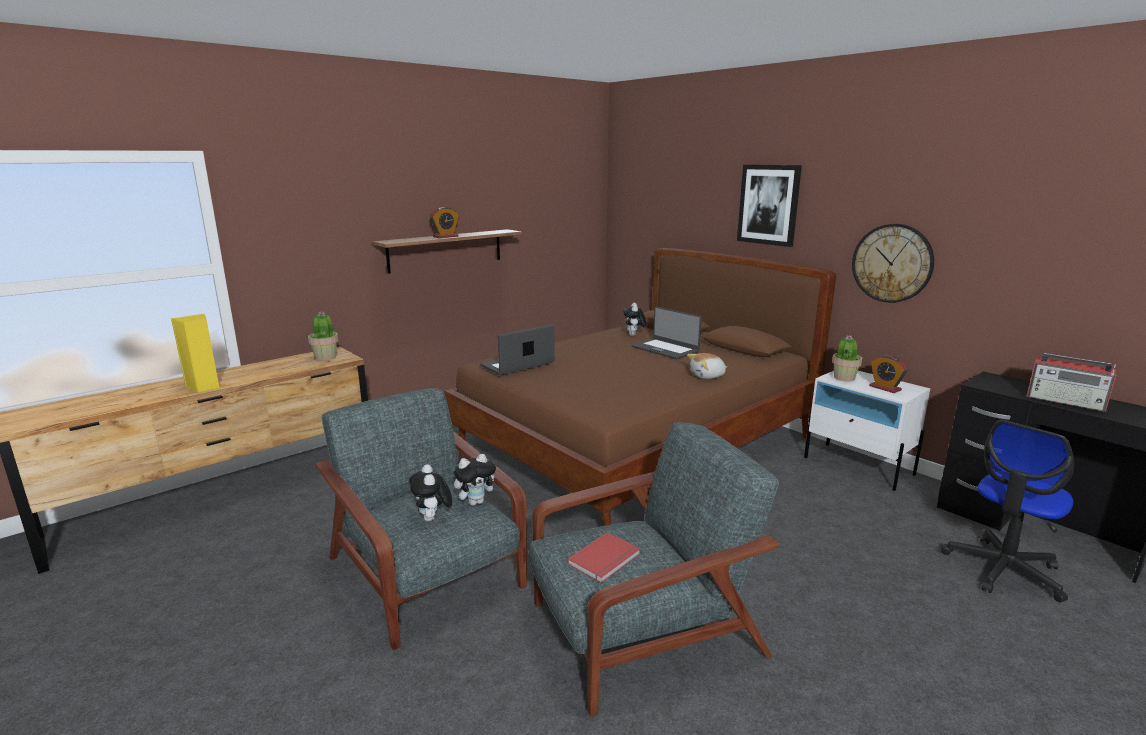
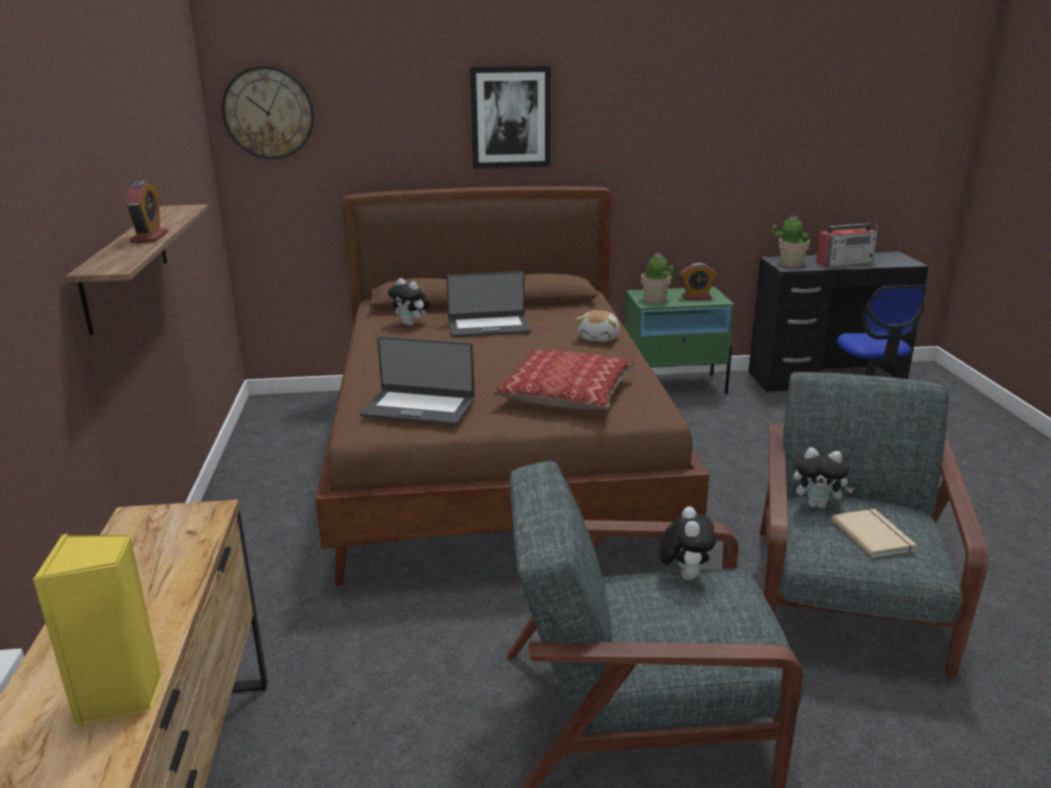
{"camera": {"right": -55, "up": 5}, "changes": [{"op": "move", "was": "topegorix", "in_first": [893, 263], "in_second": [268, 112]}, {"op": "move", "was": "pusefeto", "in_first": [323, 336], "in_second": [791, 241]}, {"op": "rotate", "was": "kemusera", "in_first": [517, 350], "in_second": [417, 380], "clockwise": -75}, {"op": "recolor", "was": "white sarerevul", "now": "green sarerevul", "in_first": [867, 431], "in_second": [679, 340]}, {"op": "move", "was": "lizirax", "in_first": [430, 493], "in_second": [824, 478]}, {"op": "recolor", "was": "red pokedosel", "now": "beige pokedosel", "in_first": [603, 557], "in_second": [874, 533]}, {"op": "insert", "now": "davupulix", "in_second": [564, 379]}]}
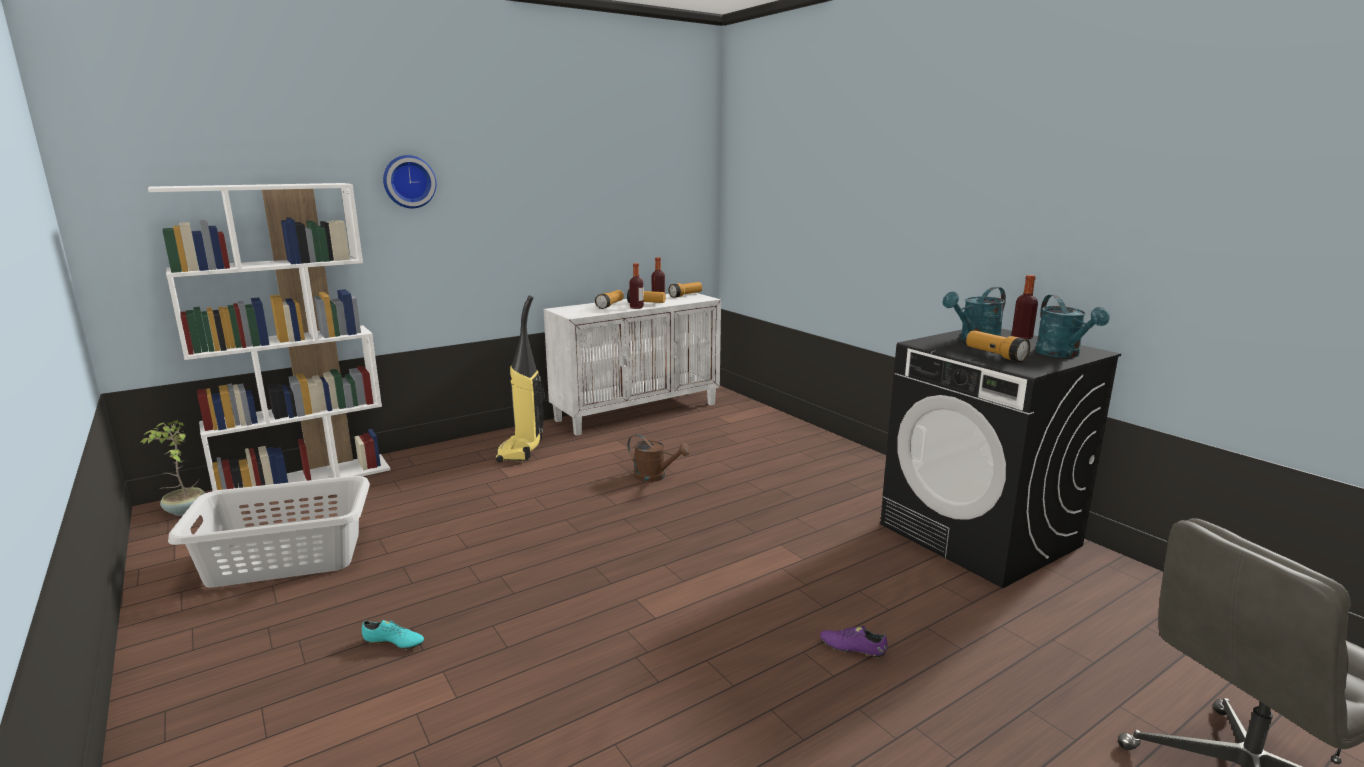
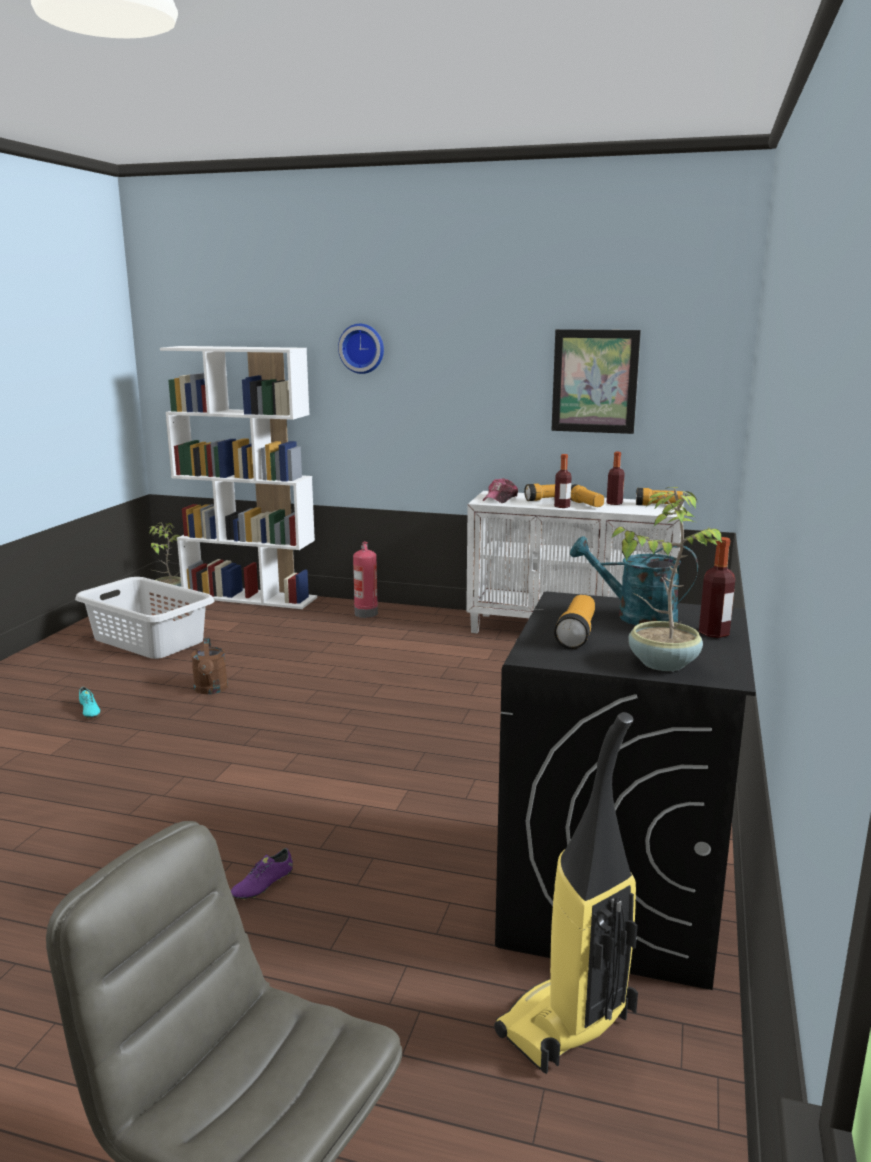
{"camera": {"right": 50, "up": 0}, "changes": [{"op": "move", "was": "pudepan", "in_first": [520, 379], "in_second": [566, 893]}, {"op": "replace", "was": "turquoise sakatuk", "now": "pusefeto", "in_first": [1072, 326], "in_second": [667, 579]}, {"op": "move", "was": "brown sakatuk", "in_first": [658, 458], "in_second": [209, 665]}, {"op": "rotate", "was": "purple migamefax", "in_first": [854, 642], "in_second": [262, 874], "clockwise": -120}, {"op": "insert", "now": "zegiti", "in_second": [596, 381]}, {"op": "insert", "now": "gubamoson", "in_second": [500, 490]}, {"op": "insert", "now": "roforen", "in_second": [365, 580]}]}
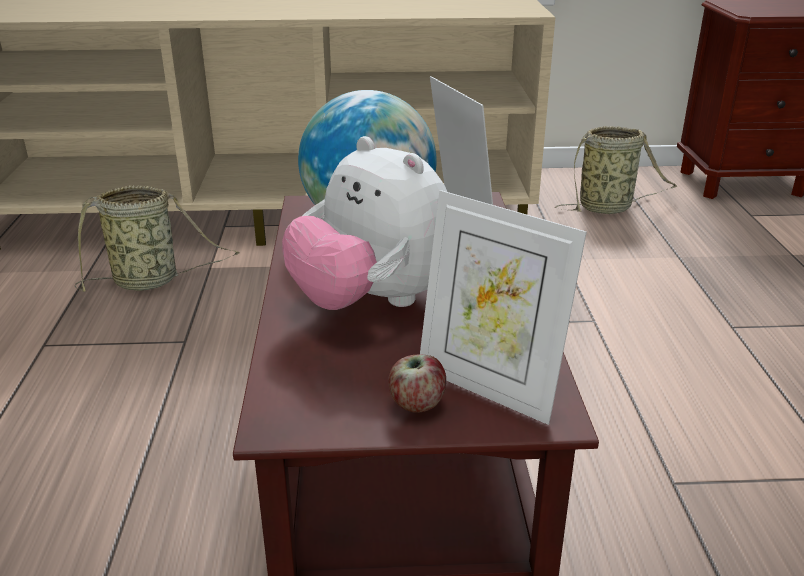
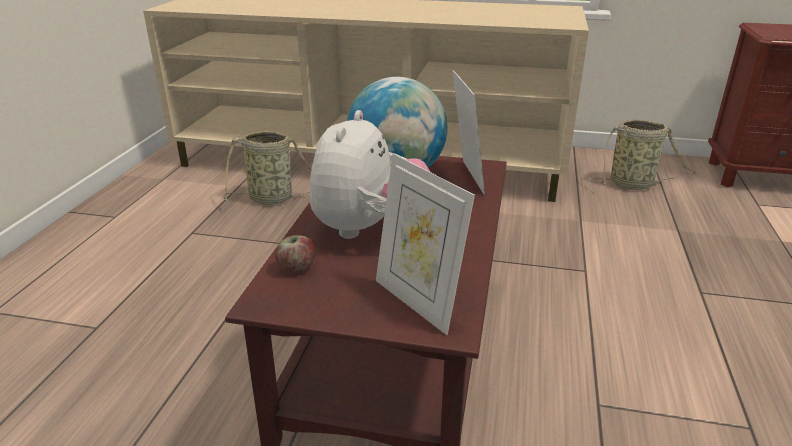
{"camera": {"right": 15, "up": 0}, "changes": [{"op": "rotate", "was": "lizirax", "in_first": [364, 223], "in_second": [369, 174], "clockwise": -135}, {"op": "move", "was": "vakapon", "in_first": [417, 384], "in_second": [295, 254]}]}
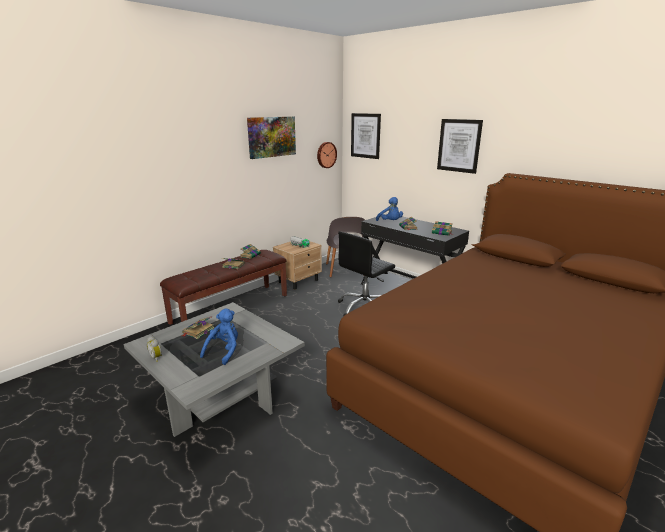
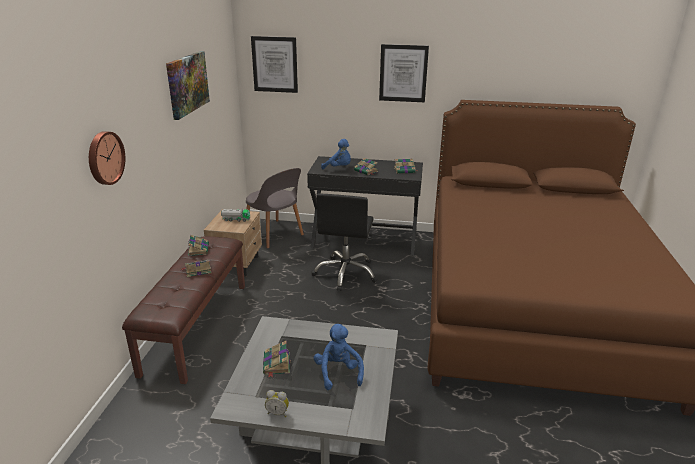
{"camera": {"right": -35, "up": 5}, "changes": [{"op": "move", "was": "topegorix", "in_first": [327, 155], "in_second": [107, 158]}]}
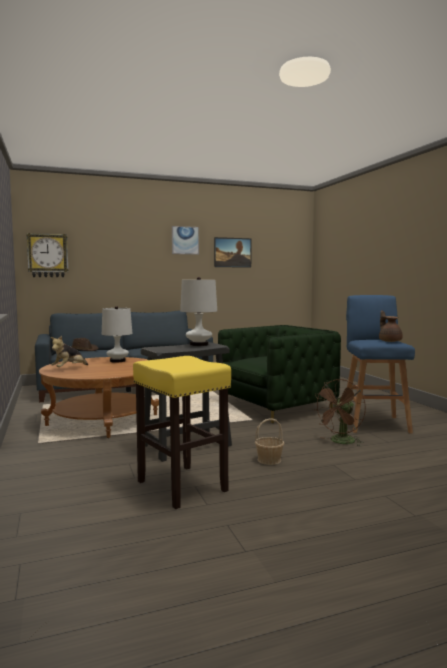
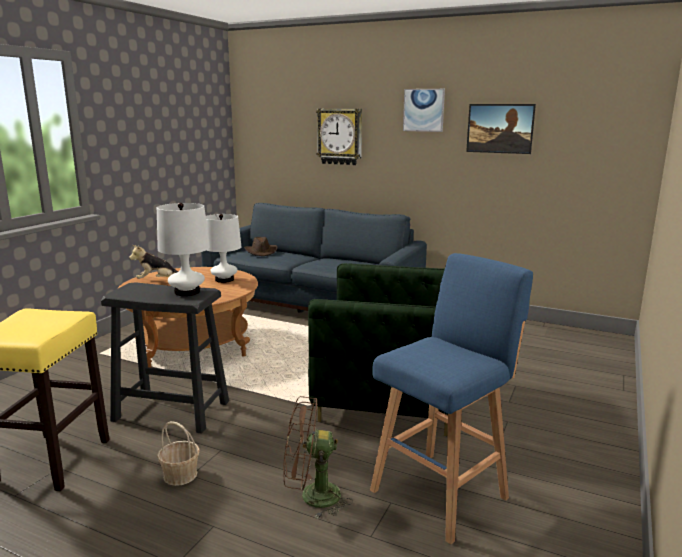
{"camera": {"right": 45, "up": 10}, "changes": [{"op": "move", "was": "topegorix", "in_first": [47, 255], "in_second": [339, 137]}, {"op": "delete", "was": "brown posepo", "in_first": [391, 326]}]}
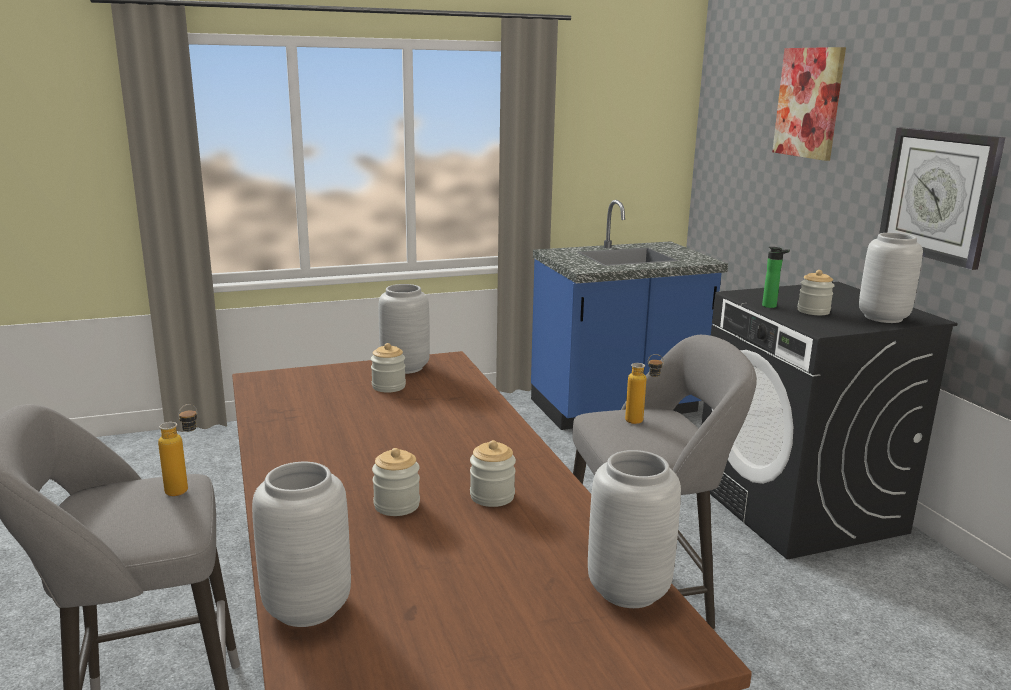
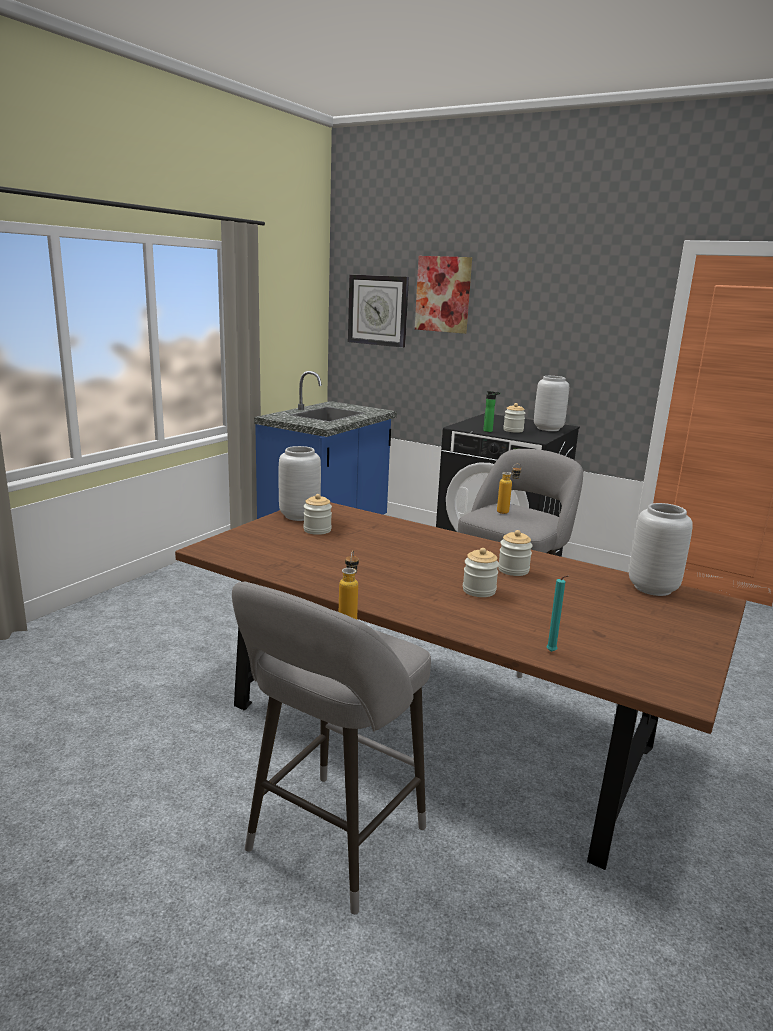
{"camera": {"right": -40, "up": 0}, "changes": [{"op": "move", "was": "topegorix", "in_first": [942, 199], "in_second": [378, 311]}, {"op": "replace", "was": "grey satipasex", "now": "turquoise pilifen", "in_first": [301, 544], "in_second": [558, 613]}]}
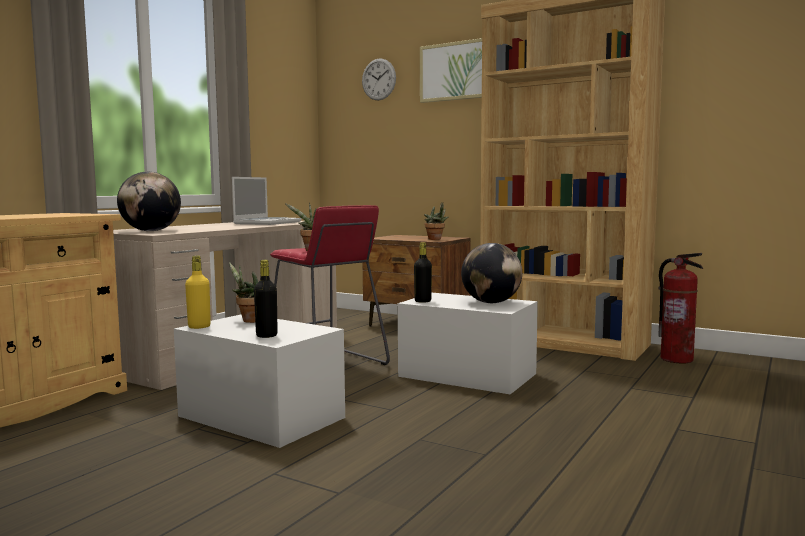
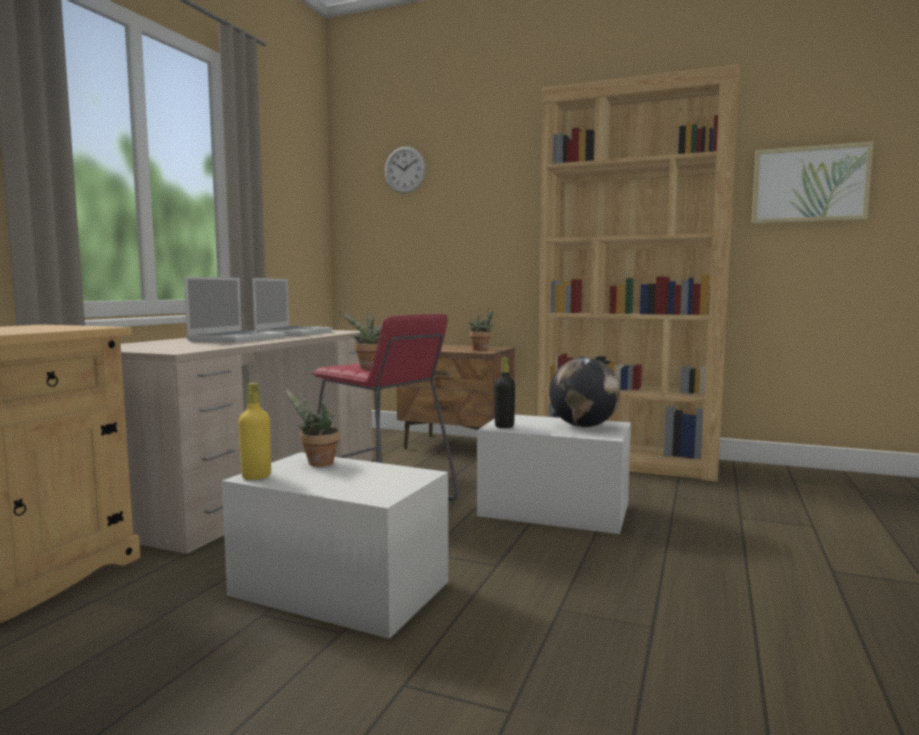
{"camera": {"right": -10, "up": 0}, "changes": [{"op": "move", "was": "zegiti", "in_first": [451, 70], "in_second": [812, 183]}, {"op": "delete", "was": "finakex", "in_first": [149, 201]}, {"op": "delete", "was": "roforen", "in_first": [680, 308]}, {"op": "delete", "was": "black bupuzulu", "in_first": [266, 299]}, {"op": "insert", "now": "kemusera", "in_second": [234, 309]}]}
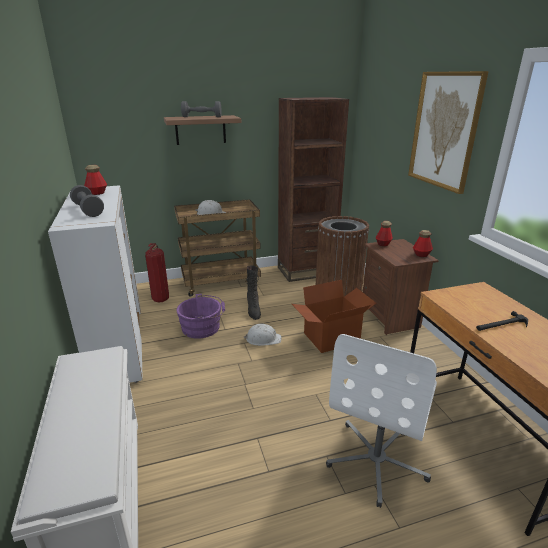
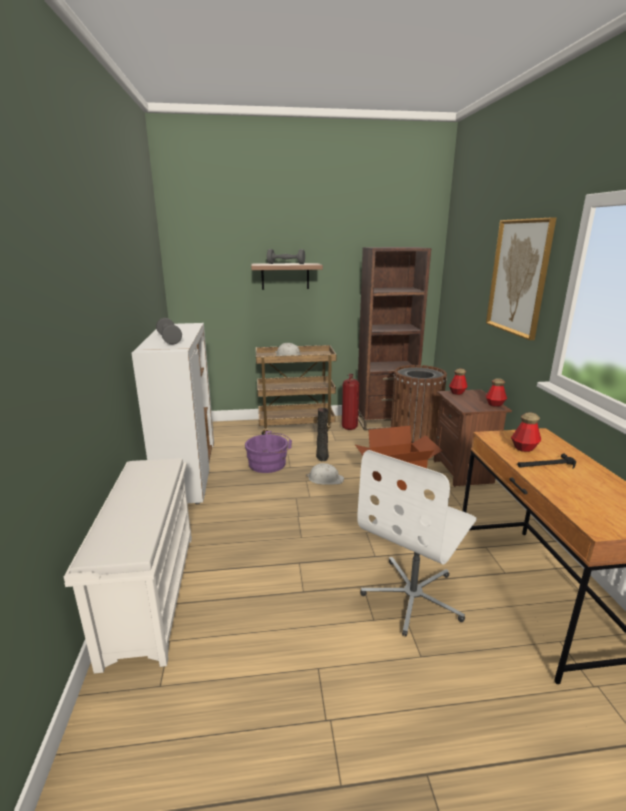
{"camera": {"right": 10, "up": -5}, "changes": [{"op": "move", "was": "bupuzulu", "in_first": [95, 180], "in_second": [526, 432]}, {"op": "move", "was": "roforen", "in_first": [157, 272], "in_second": [350, 402]}]}
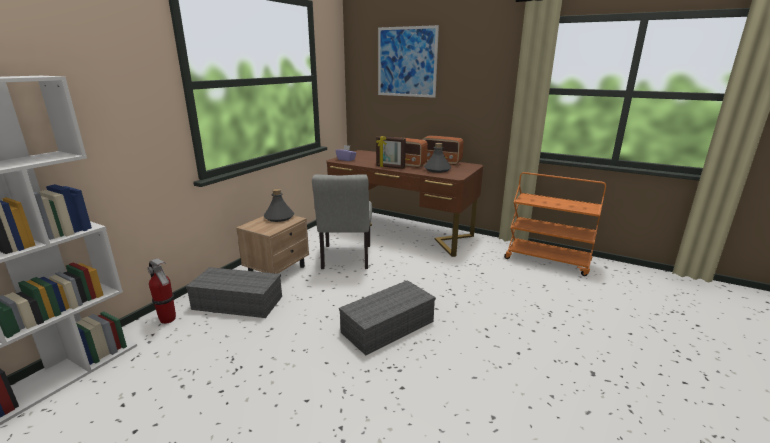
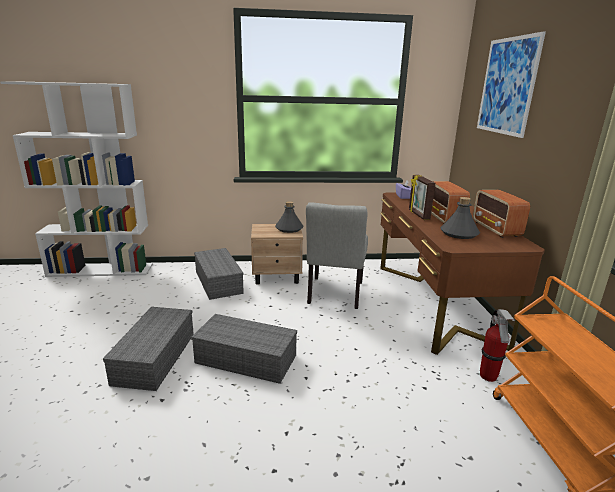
{"camera": {"right": 55, "up": 0}, "changes": [{"op": "rotate", "was": "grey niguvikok", "in_first": [342, 221], "in_second": [337, 255], "clockwise": -45}, {"op": "move", "was": "roforen", "in_first": [162, 291], "in_second": [497, 345]}, {"op": "insert", "now": "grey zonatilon", "in_second": [148, 349]}]}
